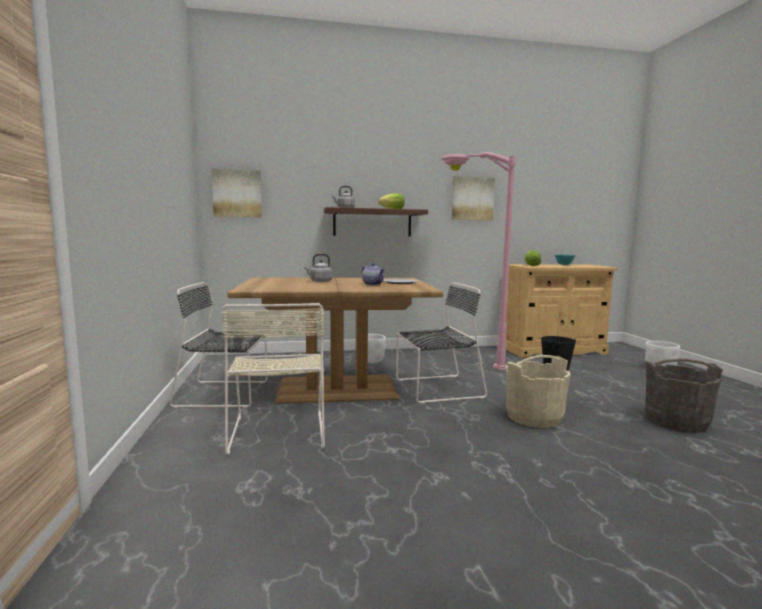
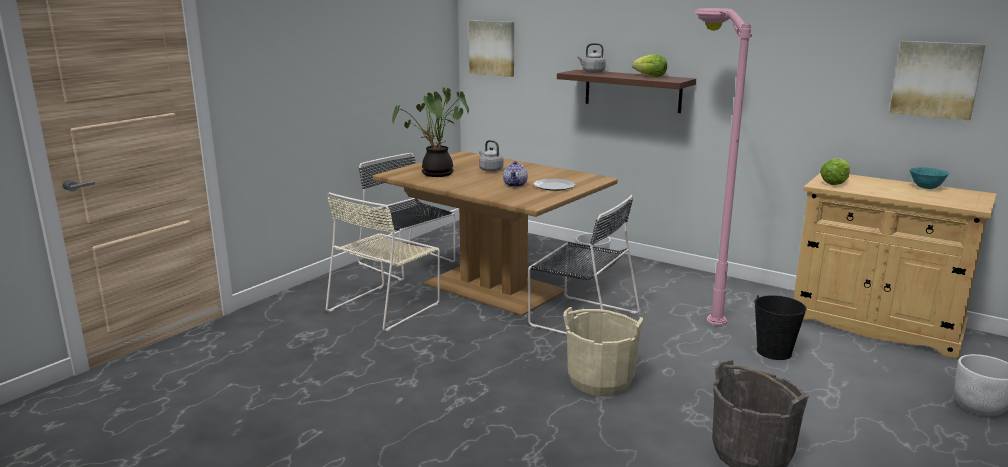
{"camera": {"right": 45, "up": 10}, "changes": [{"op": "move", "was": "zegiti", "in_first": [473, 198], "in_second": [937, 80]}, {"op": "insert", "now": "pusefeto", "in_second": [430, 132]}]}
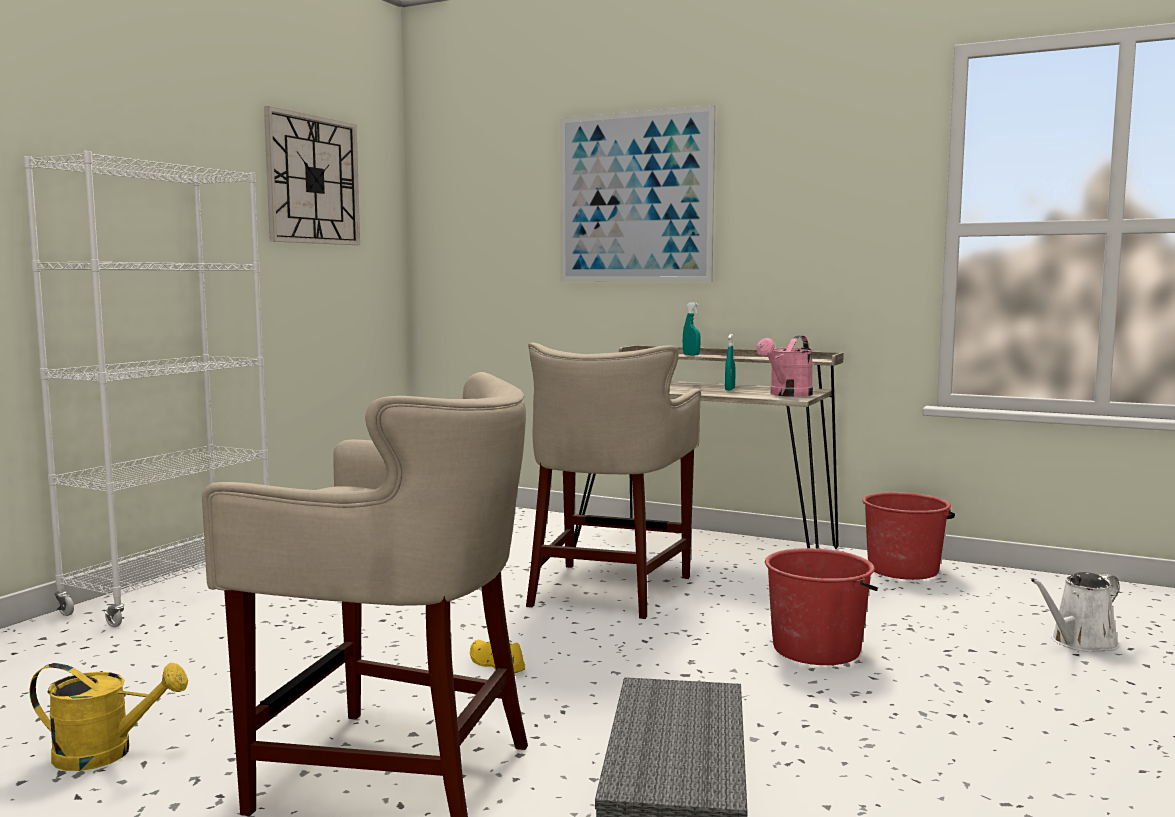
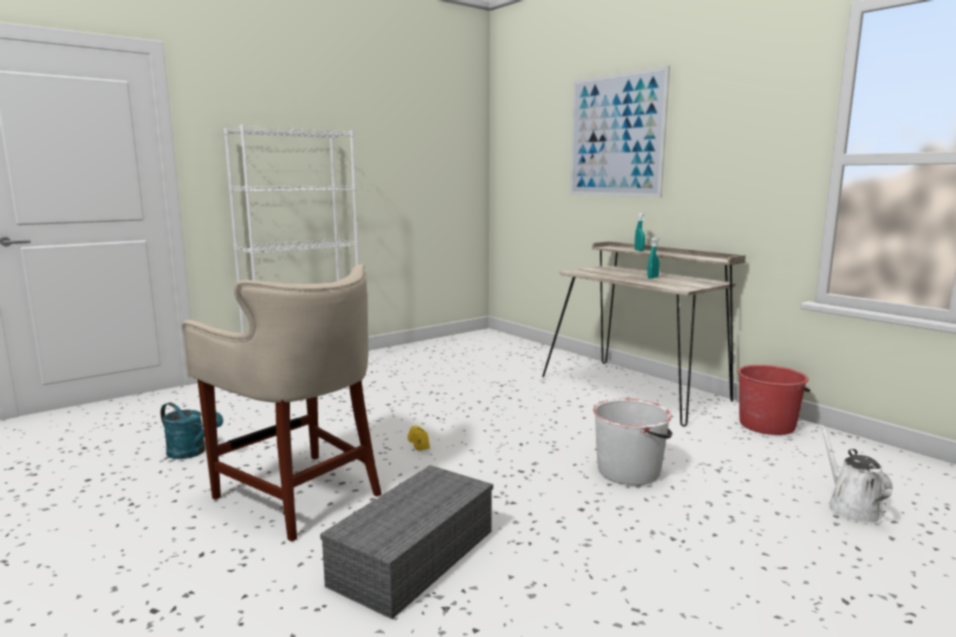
{"camera": {"right": 25, "up": 5}, "changes": [{"op": "delete", "was": "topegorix", "in_first": [312, 175]}, {"op": "delete", "was": "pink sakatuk", "in_first": [784, 366]}, {"op": "delete", "was": "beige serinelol", "in_first": [613, 481]}, {"op": "recolor", "was": "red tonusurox", "now": "white tonusurox", "in_first": [821, 606], "in_second": [632, 441]}, {"op": "rotate", "was": "white sakatuk", "in_first": [1075, 611], "in_second": [856, 474], "clockwise": 90}, {"op": "recolor", "was": "yellow sakatuk", "now": "turquoise sakatuk", "in_first": [109, 717], "in_second": [192, 431]}]}
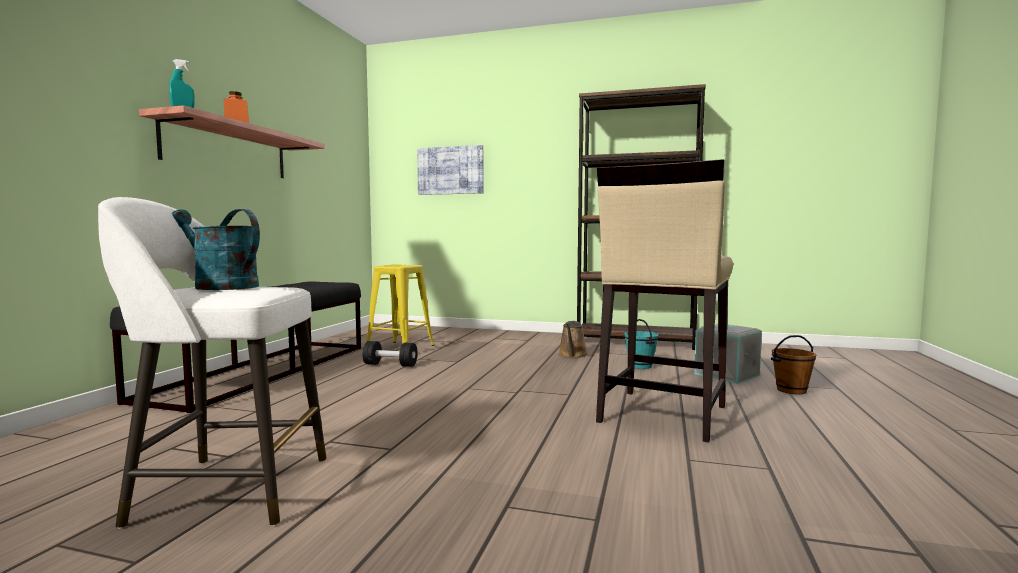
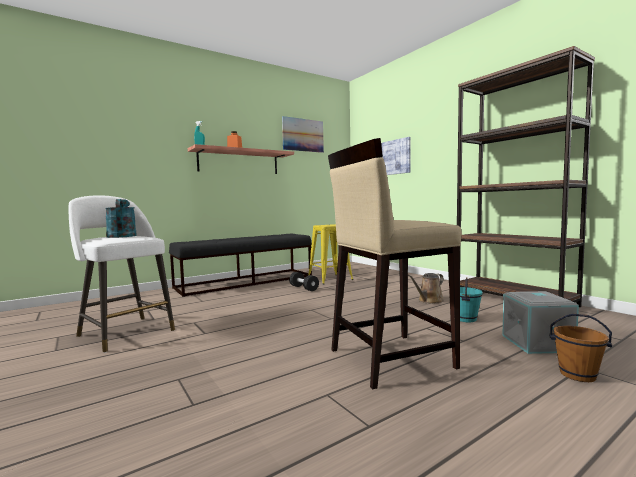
{"camera": {"right": 40, "up": 0}, "changes": [{"op": "insert", "now": "zegiti", "in_second": [303, 134]}]}
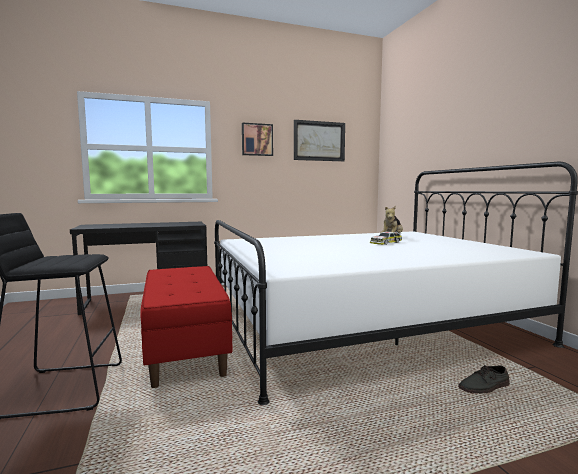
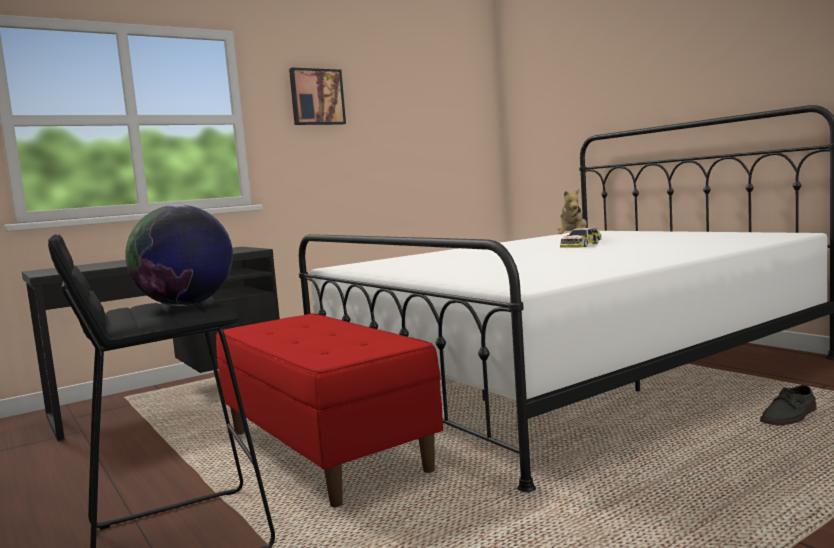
{"camera": {"right": -15, "up": 0}, "changes": [{"op": "delete", "was": "zegiti", "in_first": [319, 140]}, {"op": "insert", "now": "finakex", "in_second": [179, 255]}]}
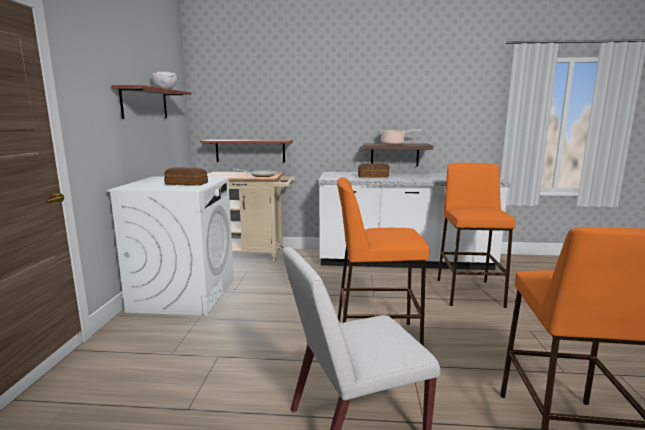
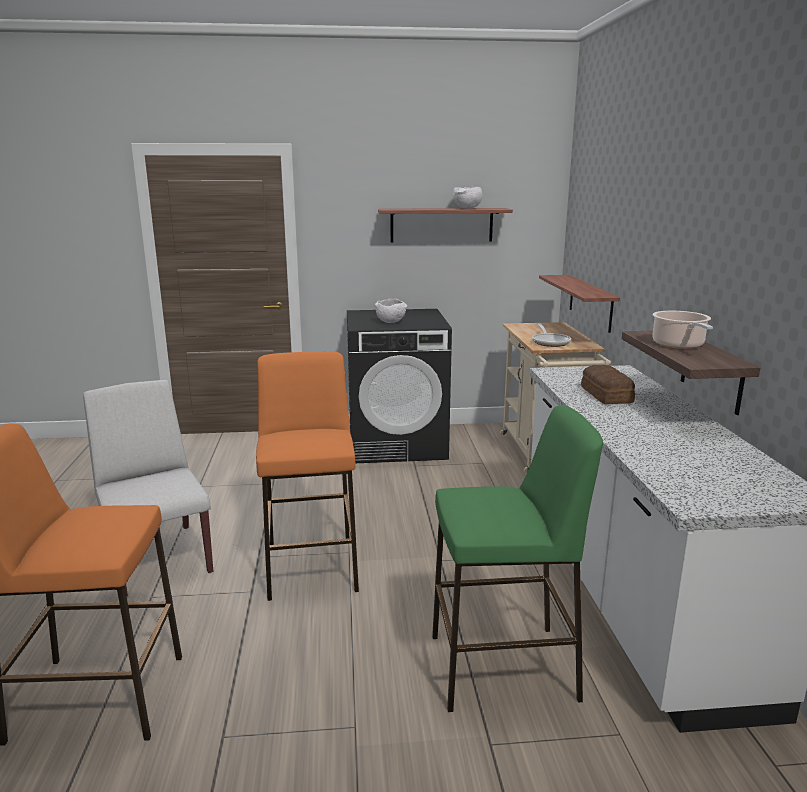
{"camera": {"right": 80, "up": 5}, "changes": [{"op": "recolor", "was": "orange serinelol", "now": "green serinelol", "in_first": [476, 235], "in_second": [517, 558]}, {"op": "replace", "was": "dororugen", "now": "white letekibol", "in_first": [186, 176], "in_second": [391, 311]}, {"op": "recolor", "was": "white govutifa", "now": "black govutifa", "in_first": [170, 246], "in_second": [399, 386]}]}
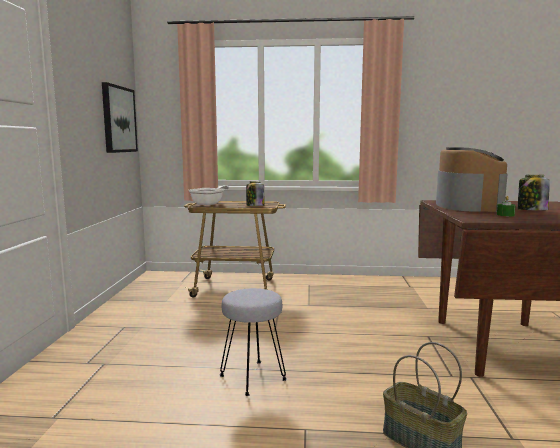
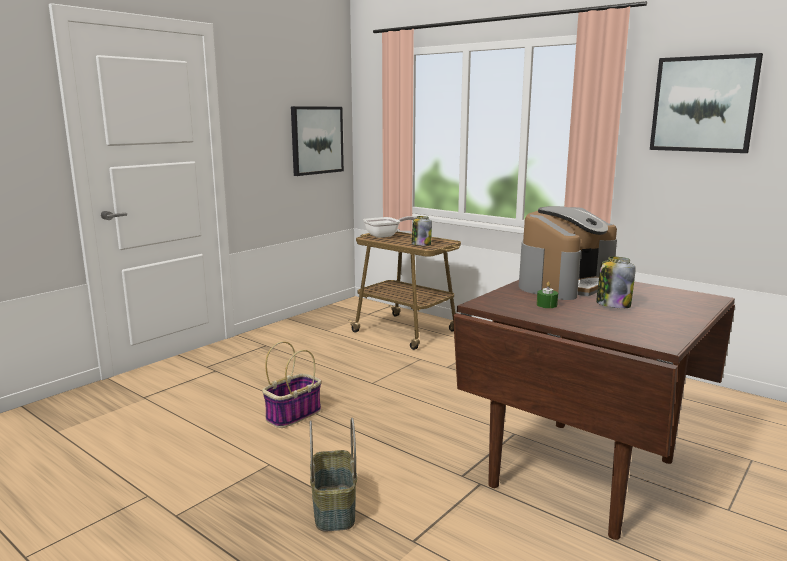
{"camera": {"right": 35, "up": 5}, "changes": [{"op": "replace", "was": "grey serinelol", "now": "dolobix", "in_first": [253, 342], "in_second": [291, 384]}, {"op": "insert", "now": "zegiti", "in_second": [706, 103]}]}
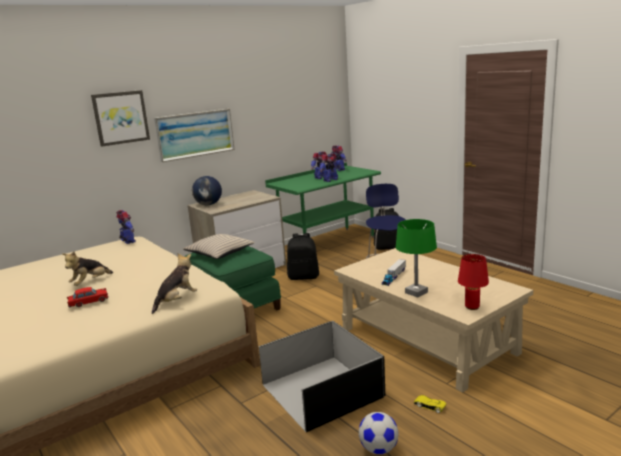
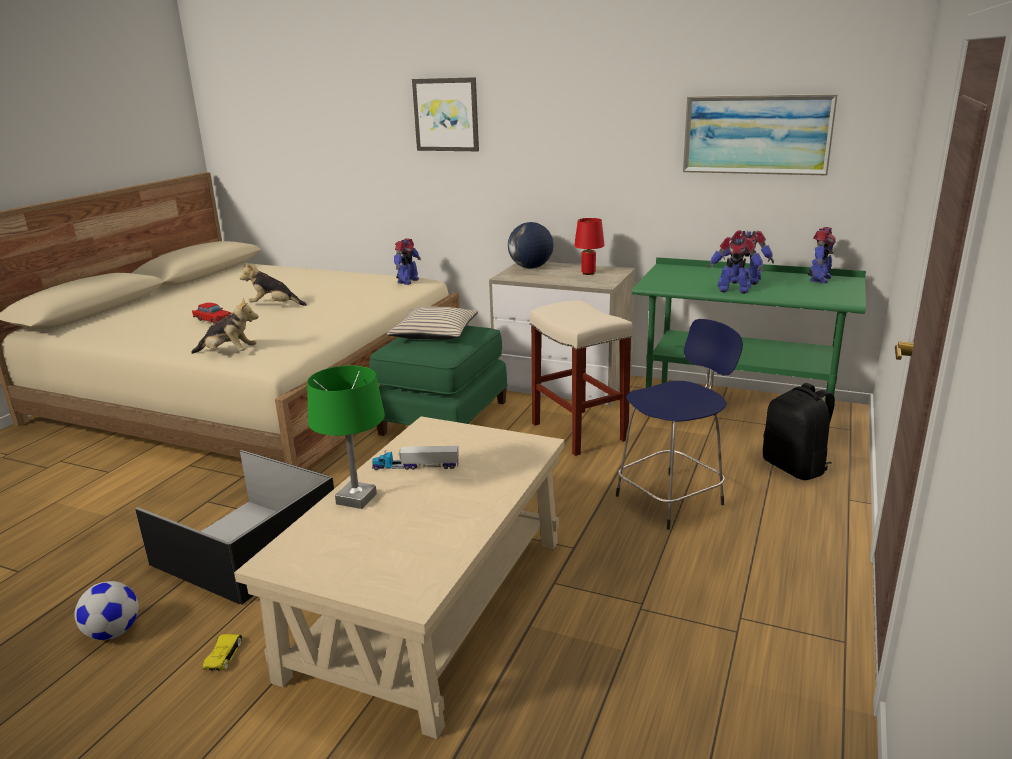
{"camera": {"right": 60, "up": 5}, "changes": [{"op": "move", "was": "zegiti", "in_first": [194, 135], "in_second": [760, 134]}, {"op": "replace", "was": "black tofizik", "now": "beige serinelol", "in_first": [303, 256], "in_second": [581, 378]}, {"op": "move", "was": "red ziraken", "in_first": [473, 282], "in_second": [589, 246]}]}
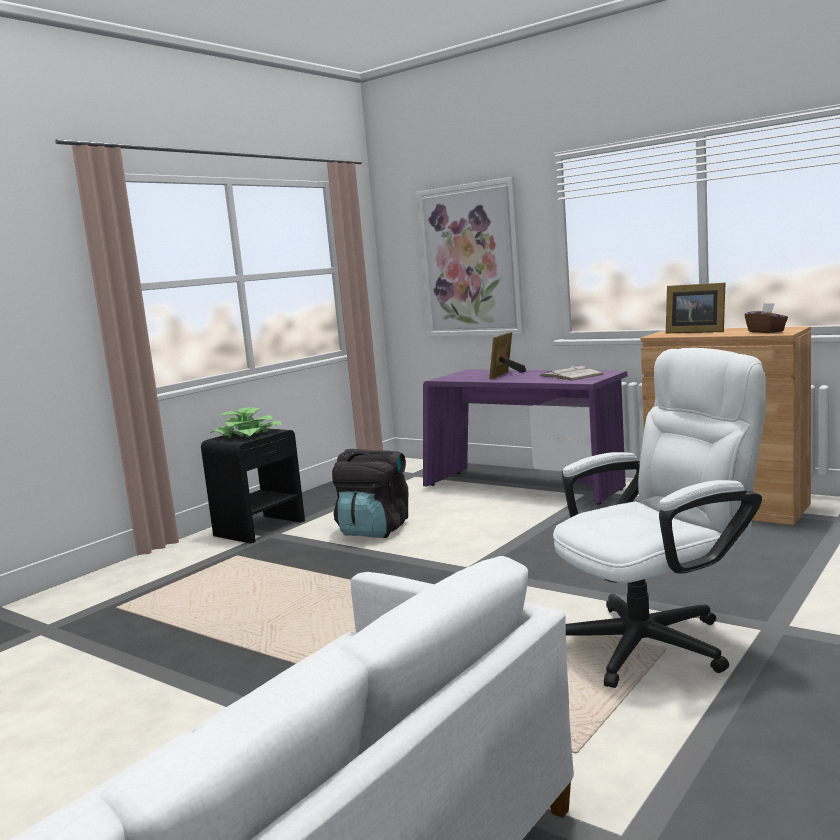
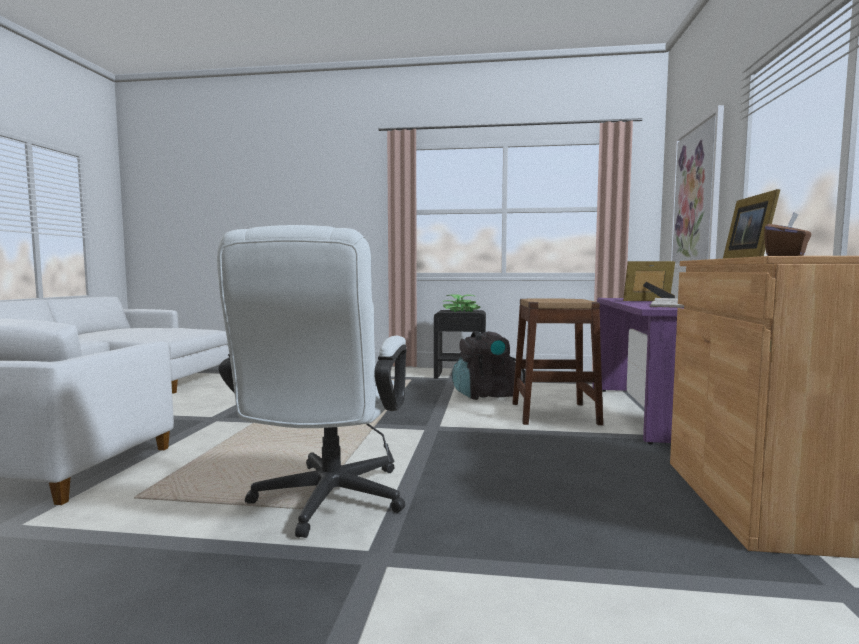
{"camera": {"right": 60, "up": -5}, "changes": [{"op": "rotate", "was": "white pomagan", "in_first": [659, 518], "in_second": [312, 381], "clockwise": 60}, {"op": "insert", "now": "brown serinelol", "in_second": [557, 362]}]}
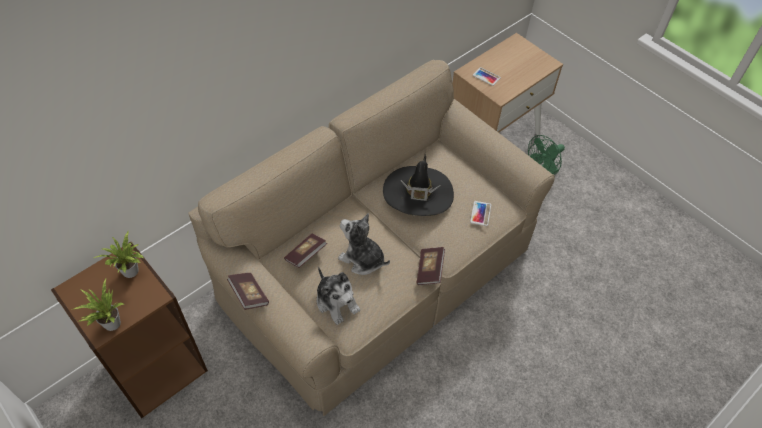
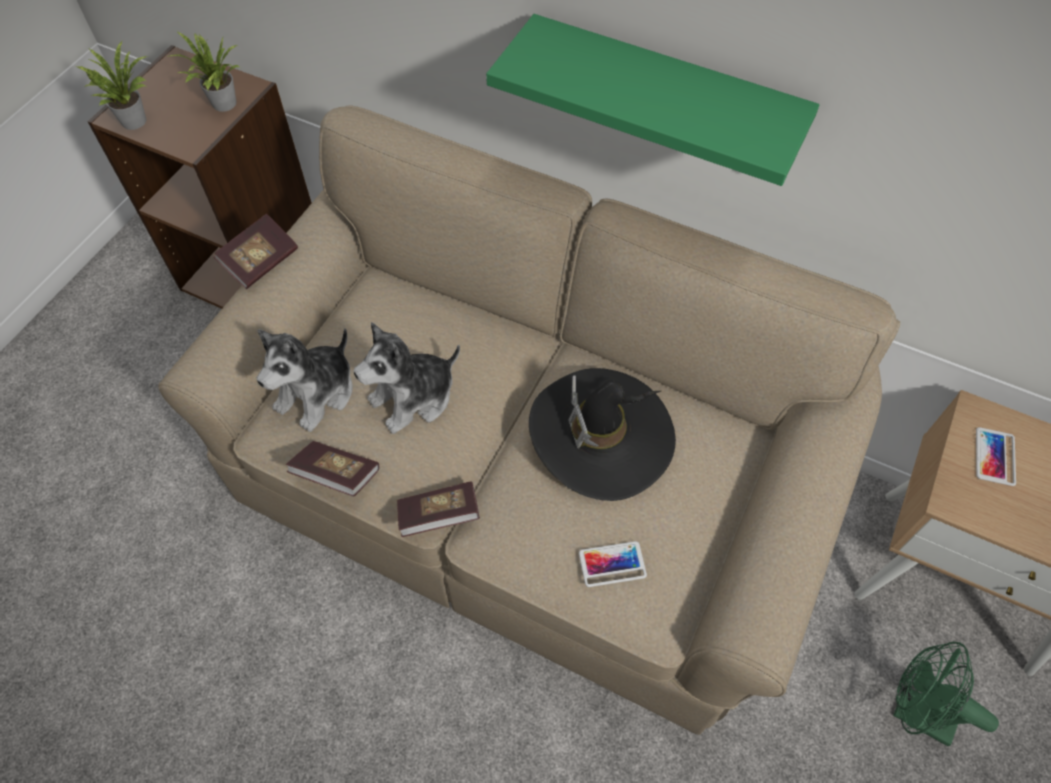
{"camera": {"right": 70, "up": 5}, "changes": [{"op": "rotate", "was": "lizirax", "in_first": [364, 244], "in_second": [407, 378], "clockwise": -135}, {"op": "move", "was": "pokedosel", "in_first": [305, 251], "in_second": [332, 469]}, {"op": "insert", "now": "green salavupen", "in_second": [652, 100]}]}
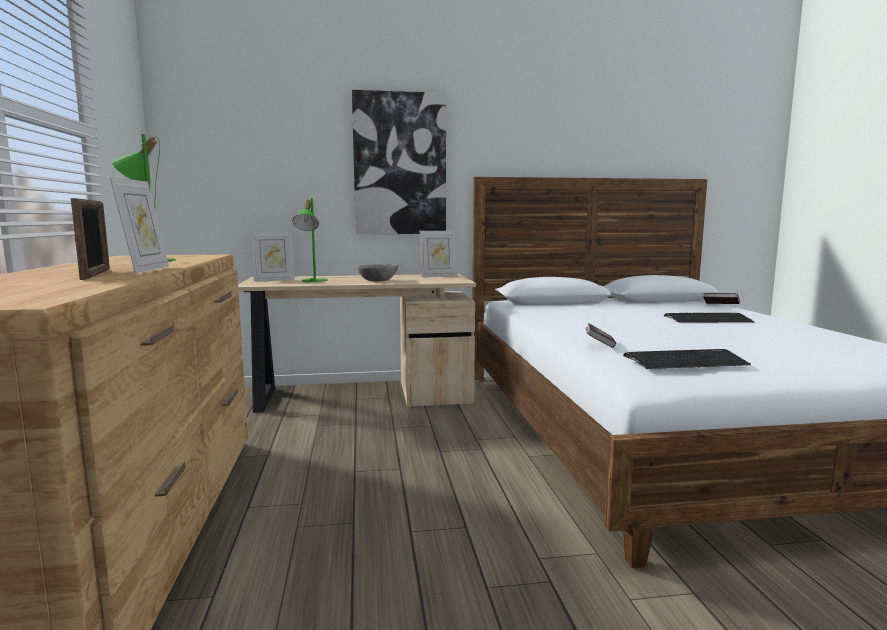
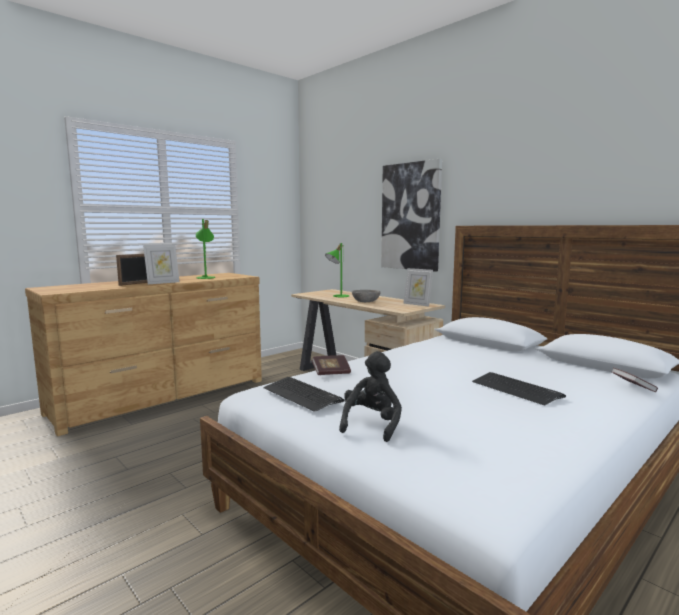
{"camera": {"right": 55, "up": 0}, "changes": [{"op": "delete", "was": "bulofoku", "in_first": [273, 256]}, {"op": "insert", "now": "black lizirax", "in_second": [370, 396]}]}
